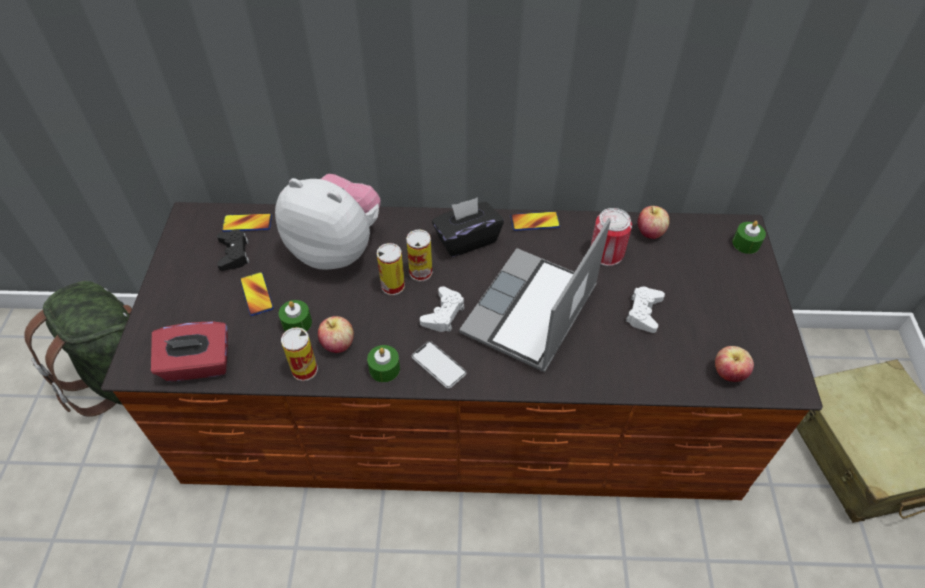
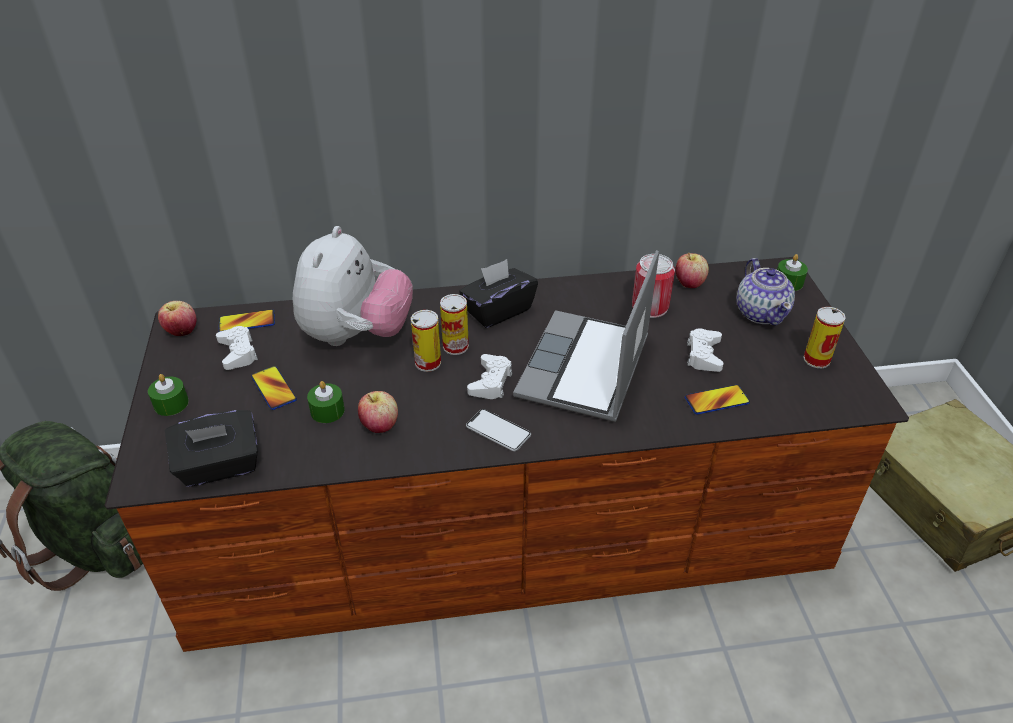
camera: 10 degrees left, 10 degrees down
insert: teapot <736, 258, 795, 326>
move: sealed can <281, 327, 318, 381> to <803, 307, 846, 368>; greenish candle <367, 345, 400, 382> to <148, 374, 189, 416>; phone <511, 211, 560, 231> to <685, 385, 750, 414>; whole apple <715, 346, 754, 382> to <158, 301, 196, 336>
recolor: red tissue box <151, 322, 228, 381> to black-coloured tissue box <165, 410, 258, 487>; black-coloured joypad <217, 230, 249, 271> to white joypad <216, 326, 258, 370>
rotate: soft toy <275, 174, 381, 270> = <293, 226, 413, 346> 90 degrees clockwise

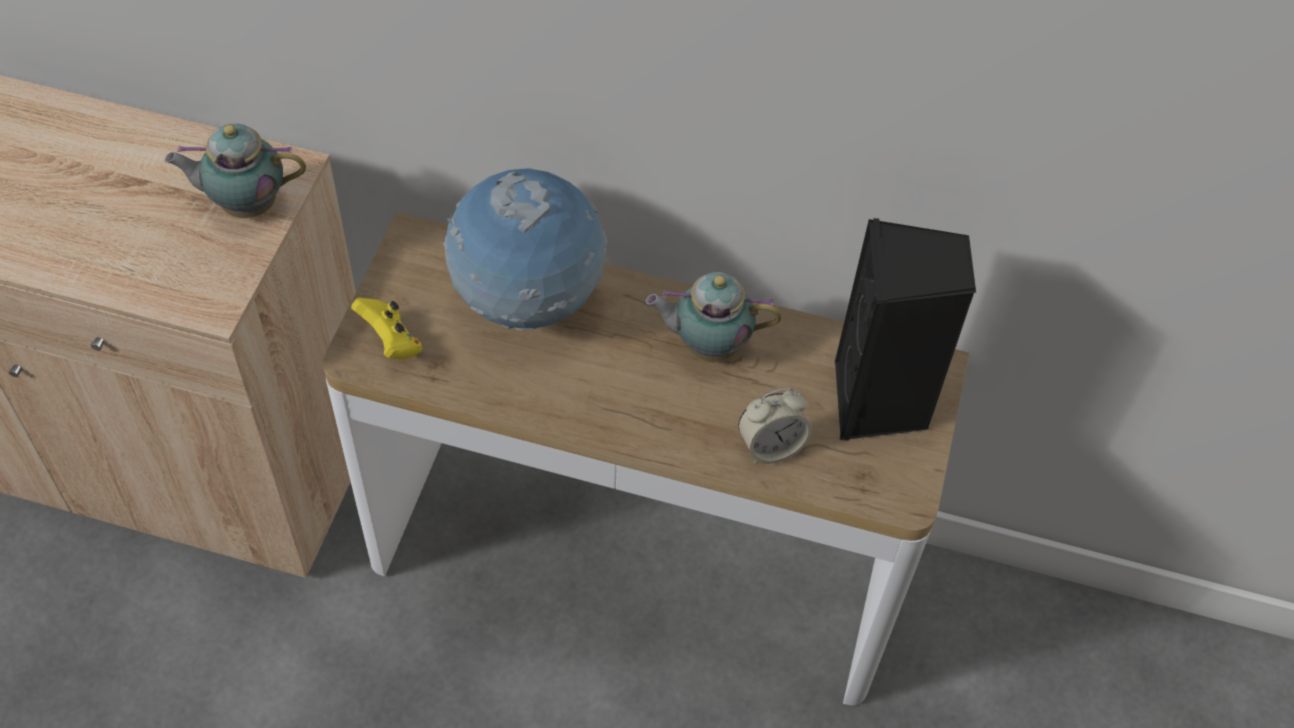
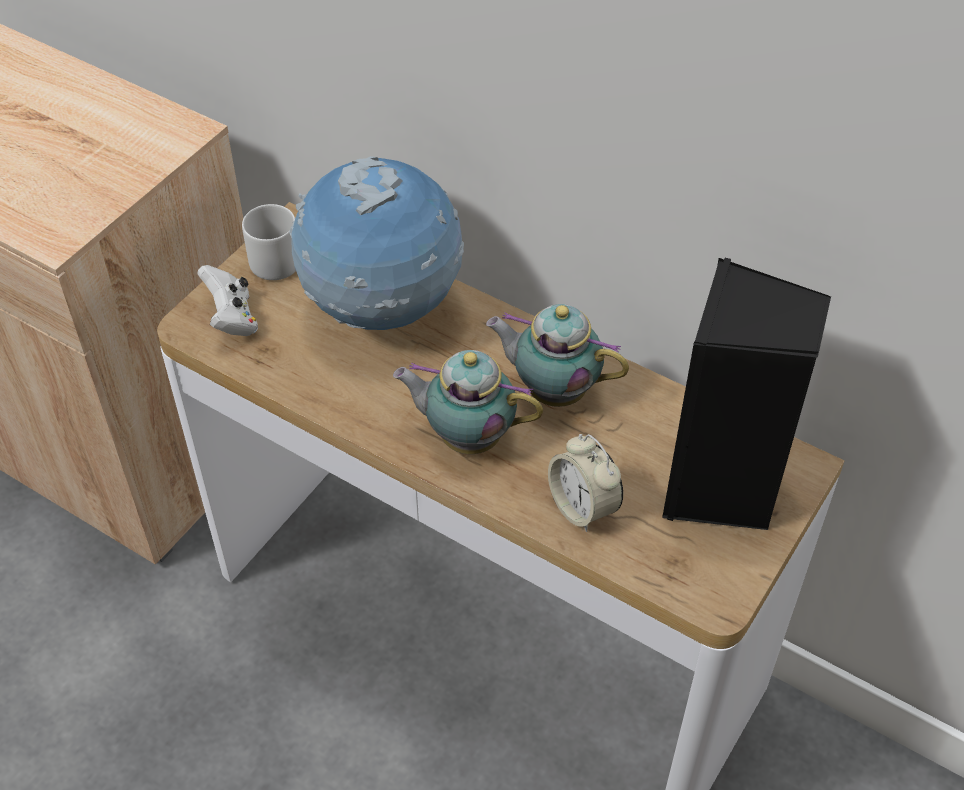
camera: 20 degrees right, 5 degrees down
insert: greyish coffee mug <242, 204, 296, 280>
move: teapot <165, 123, 306, 218> to <393, 350, 543, 454>
recolor: yellow-coloured joypad <351, 298, 422, 360> to white joypad <198, 265, 258, 336>
rotate: bedside clock <738, 388, 812, 464> = <548, 434, 623, 532> 60 degrees clockwise

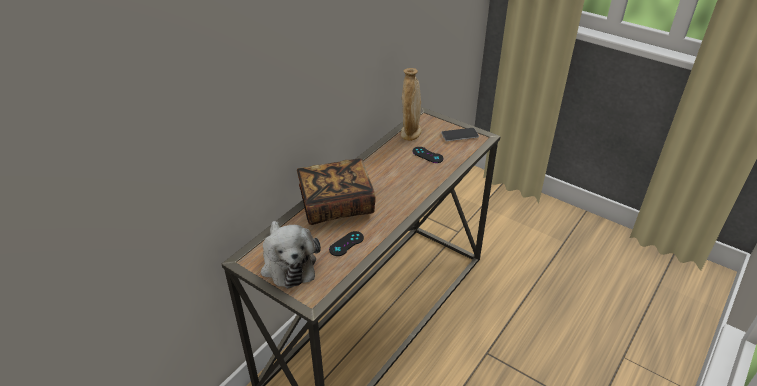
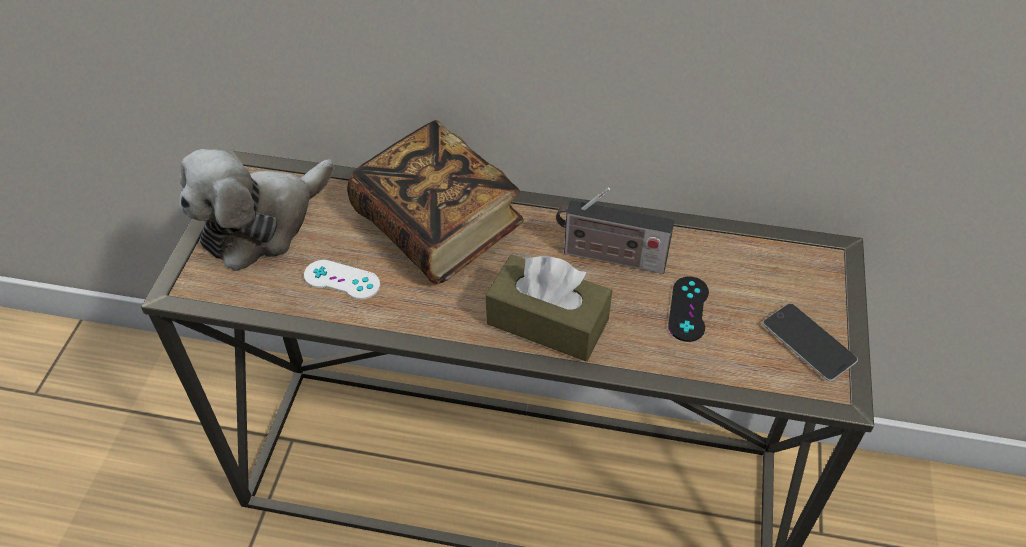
camera: 65 degrees right, 10 degrees up
delete: sand-coloured vase <401, 68, 422, 141>
insert: brownish tissue box <486, 254, 612, 361>; radio set <556, 187, 675, 274>
recolor: black-coloured joypad <329, 231, 364, 256> to white joypad <304, 260, 380, 300>

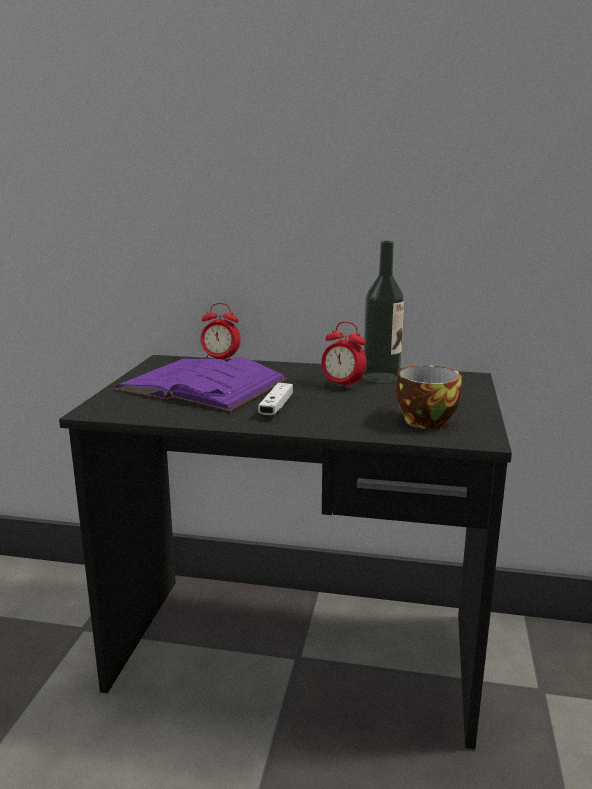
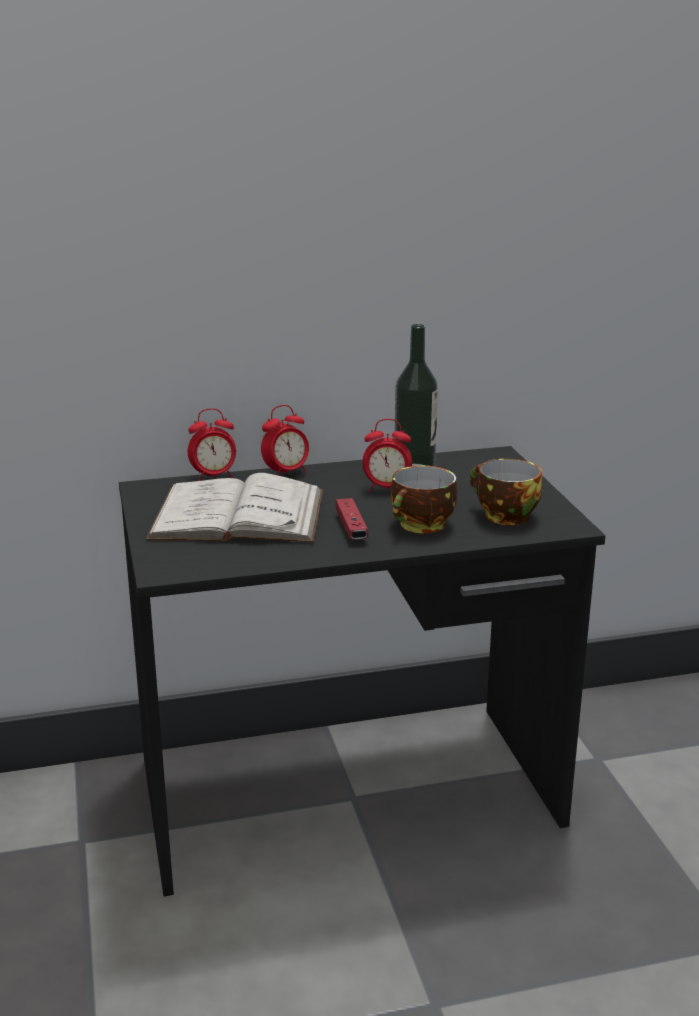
camera: 25 degrees left, 5 degrees up
insert: bedside clock <261, 405, 309, 476>; cup <391, 466, 457, 533>
recolor: purplish bound book <114, 357, 288, 412> to white bound book <146, 473, 323, 542>; white joypad <258, 383, 293, 415> to red joypad <336, 498, 368, 540>

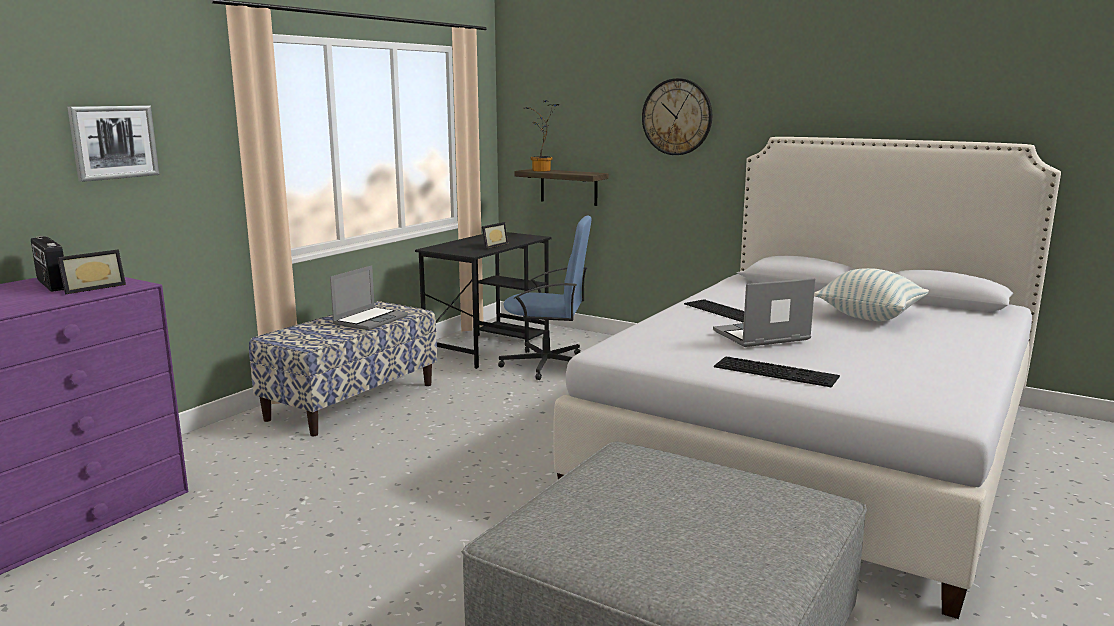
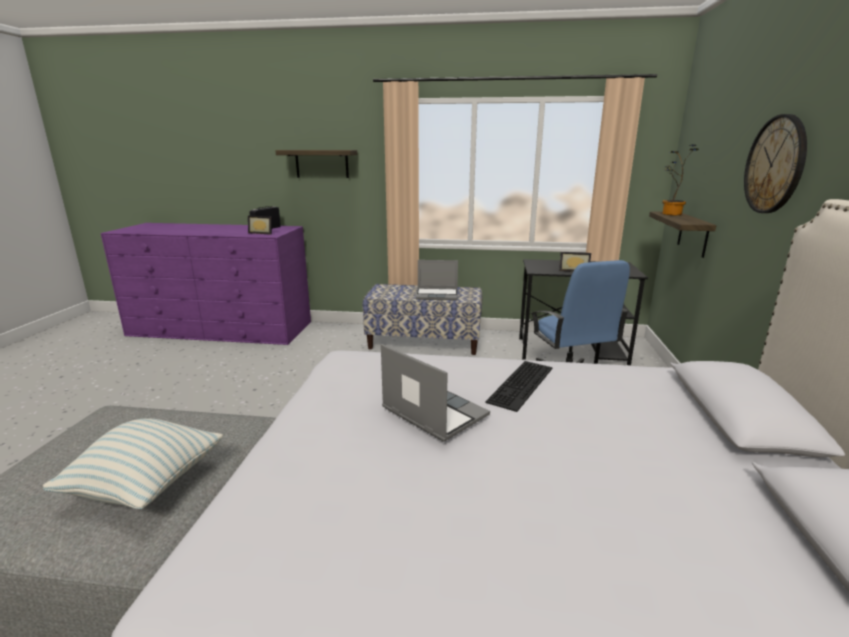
camera: 65 degrees right, 5 degrees up
delete: PC keyboard <714, 356, 840, 387>
move: pillow <814, 268, 929, 321> to <43, 418, 223, 509>
replace: wall art <68, 106, 159, 182> to bracket shelf <275, 150, 357, 178>

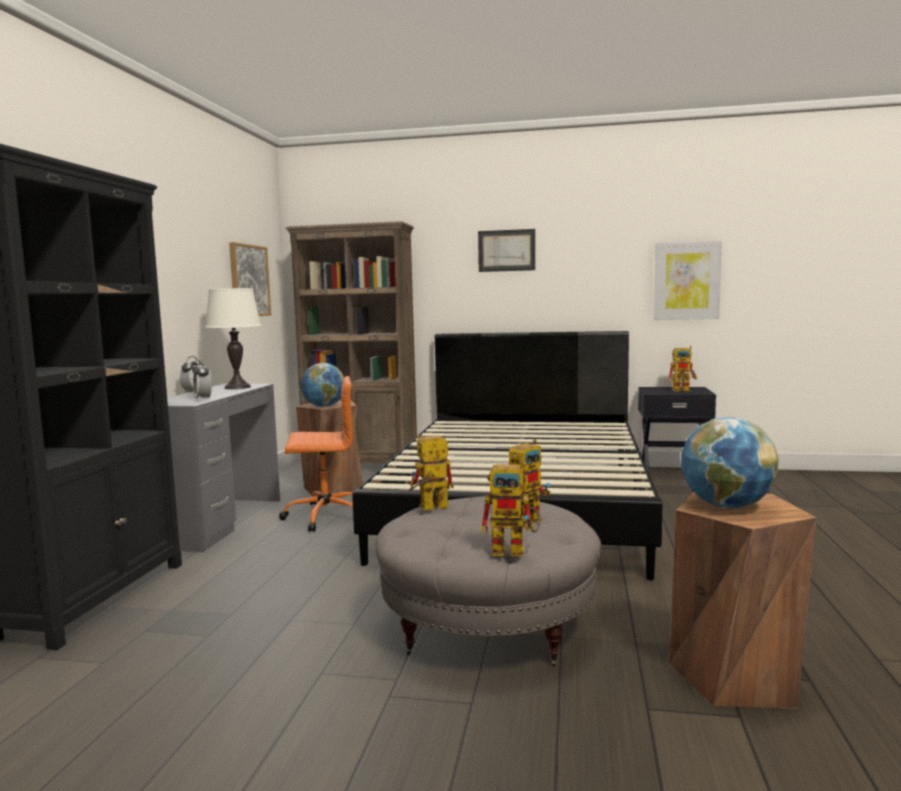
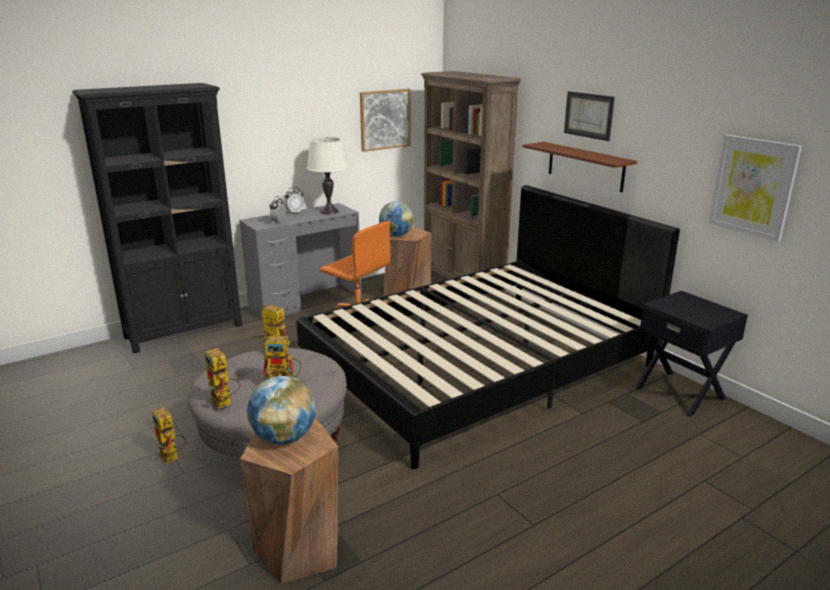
camera: 45 degrees right, 15 degrees up
insert: brownish bracket shelf <523, 142, 637, 192>
move: model robot <668, 346, 697, 391> to <152, 407, 186, 464>

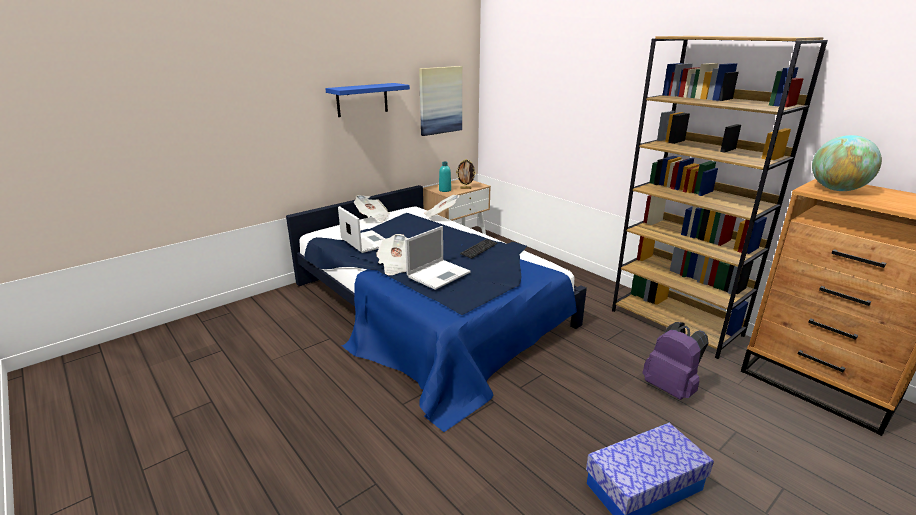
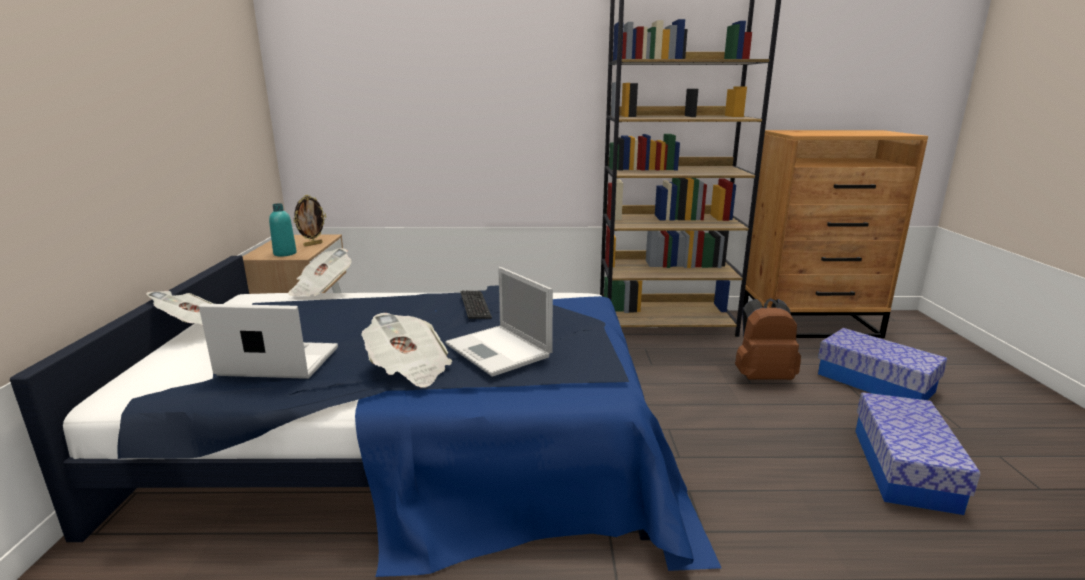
camera: 50 degrees left, 5 degrees down
delete: bluish bracket shelf <325, 83, 410, 117>; wall art <419, 66, 462, 136>; desk globe <812, 135, 882, 191>
insert: storage container <818, 328, 947, 400>
recolor: purplish knapsack <643, 322, 709, 400> to brownish knapsack <735, 298, 801, 380>
rotate: notebook computer <405, 226, 471, 290> = <445, 267, 553, 377> 150 degrees clockwise

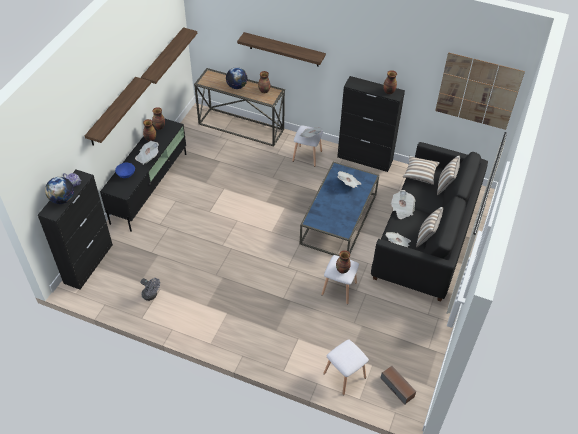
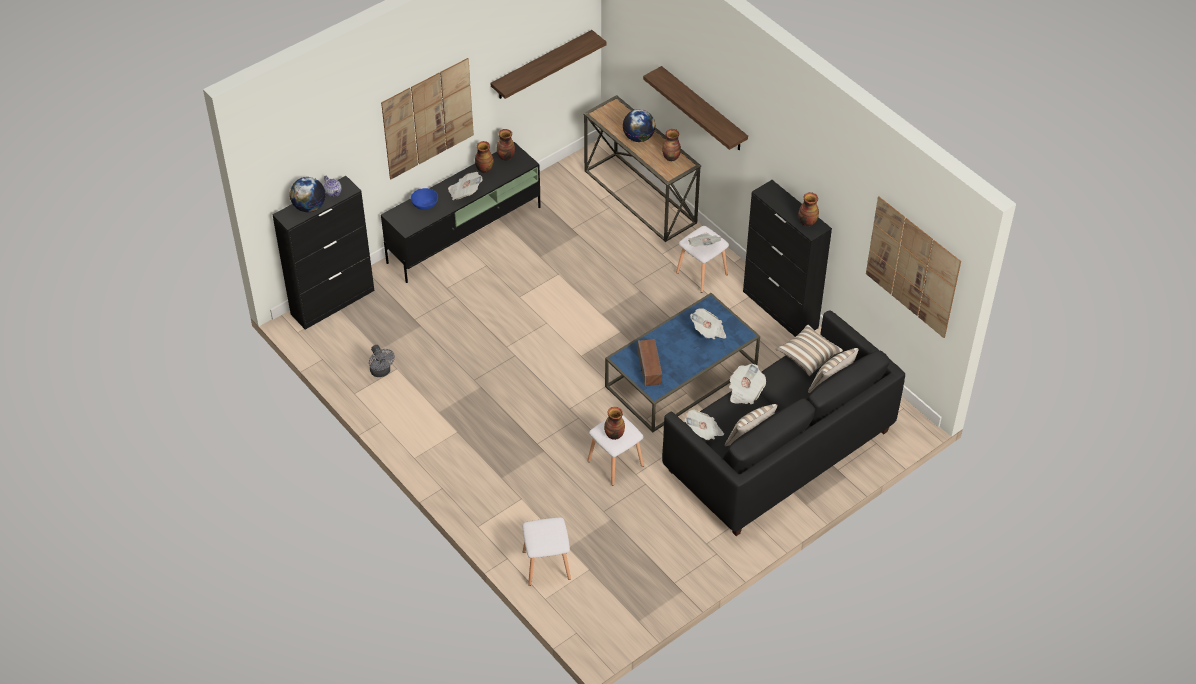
camera: 30 degrees right, 0 degrees up
move: speaker <381, 366, 416, 405> to <638, 339, 662, 386>
replace: bracket shelf <85, 77, 151, 145> to wall art <381, 58, 474, 179>

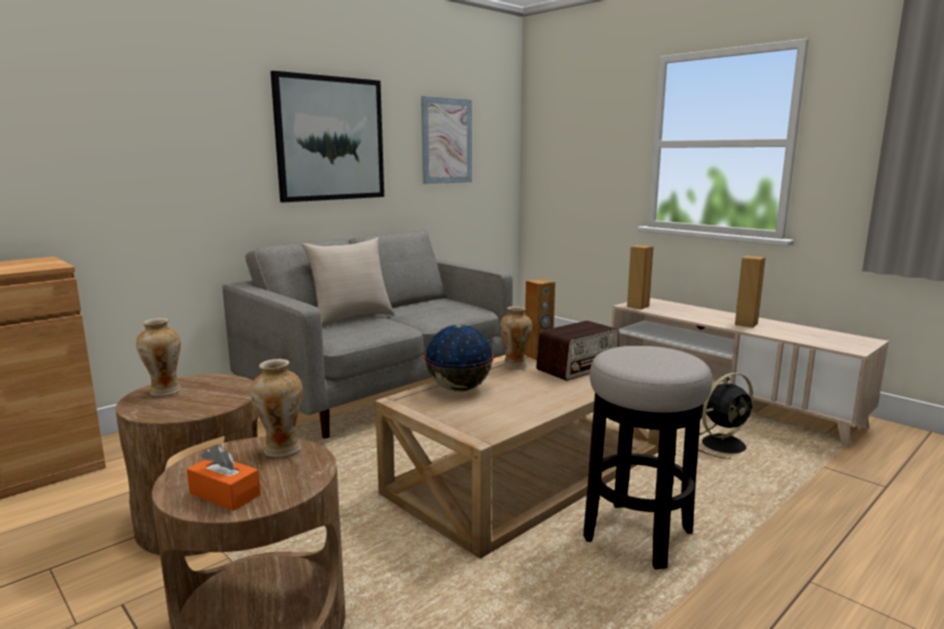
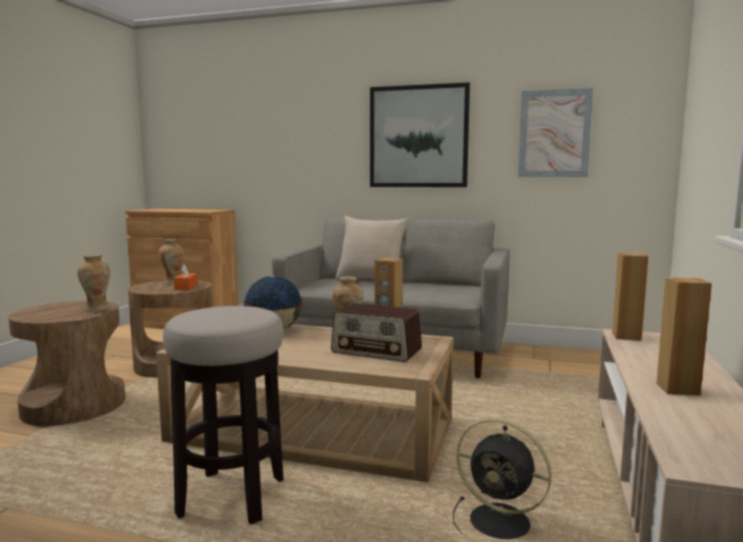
camera: 60 degrees right, 5 degrees down
move: orange-coloured tissue box <187, 445, 261, 511> to <174, 264, 198, 290>

